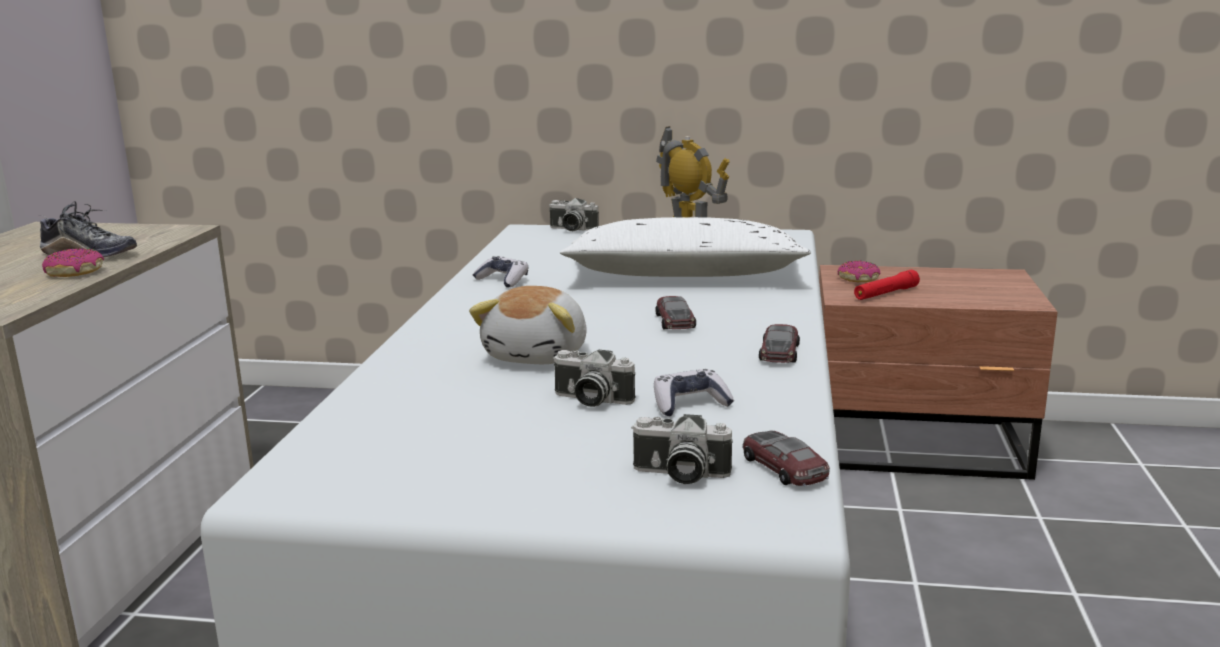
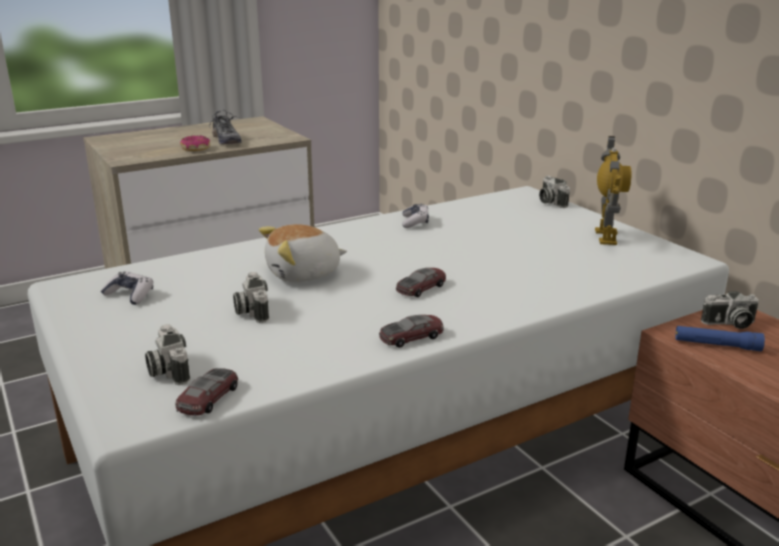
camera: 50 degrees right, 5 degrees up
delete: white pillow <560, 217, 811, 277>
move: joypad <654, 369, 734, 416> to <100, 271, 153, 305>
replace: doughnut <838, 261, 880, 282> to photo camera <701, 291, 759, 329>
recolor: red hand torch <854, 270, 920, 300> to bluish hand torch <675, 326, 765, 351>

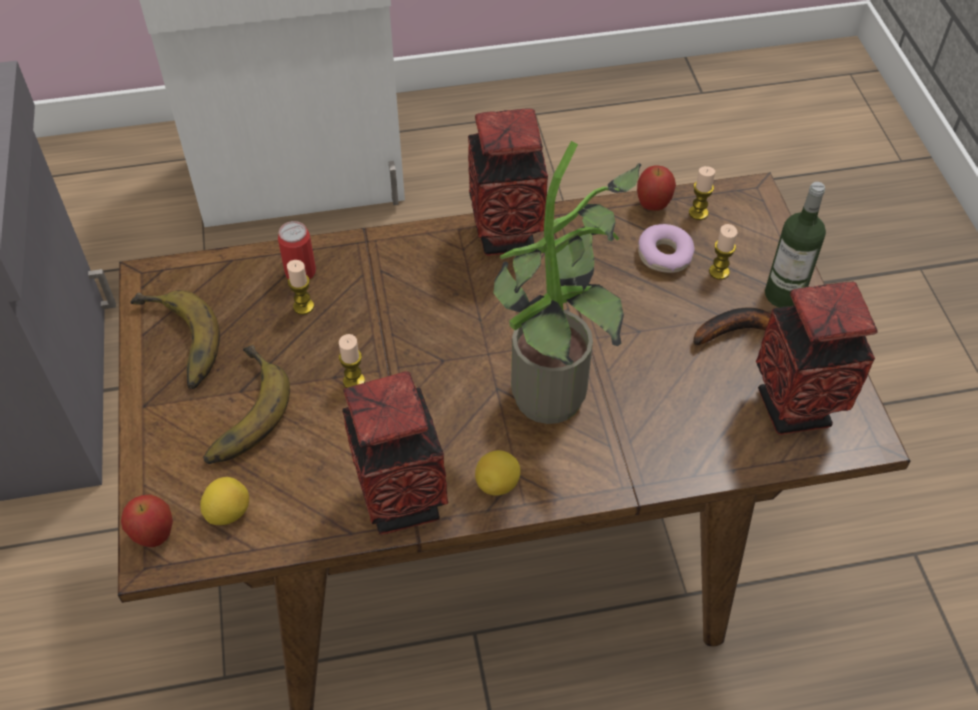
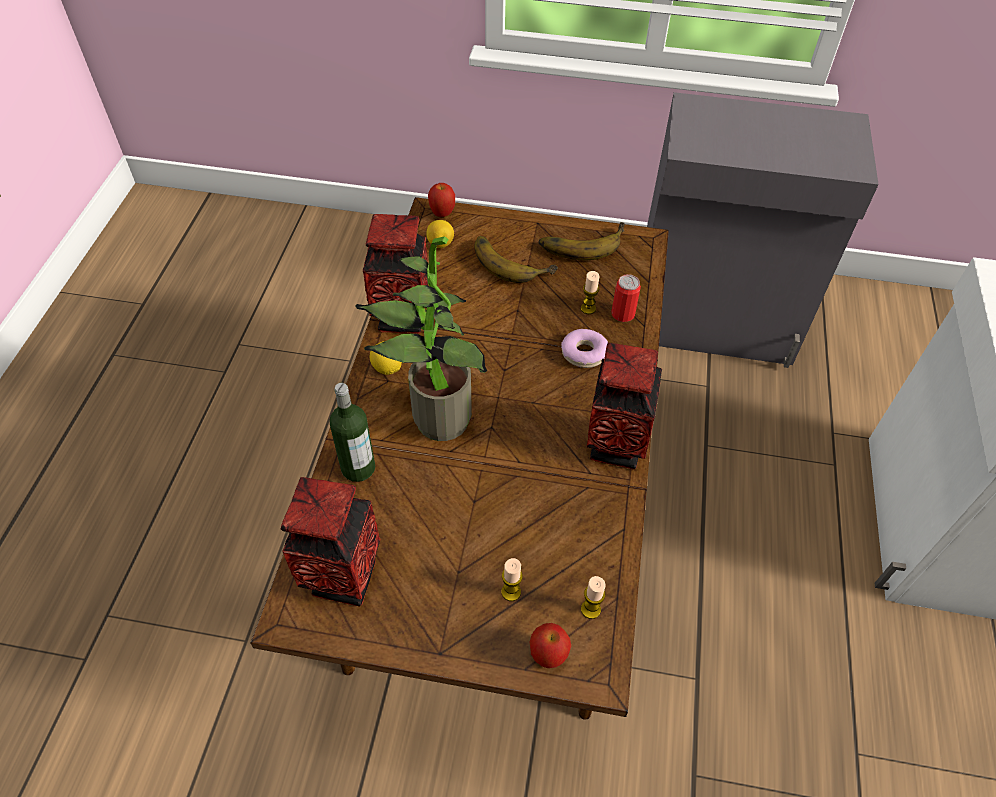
camera: 110 degrees right, 0 degrees up
delete: candle <339, 334, 365, 388>; banana <693, 308, 771, 346>
move: whole apple <637, 166, 676, 211> to <530, 623, 571, 668>; doughnut <638, 224, 695, 273> to <561, 329, 608, 368>; bottle <765, 182, 826, 308> to <329, 383, 375, 482>

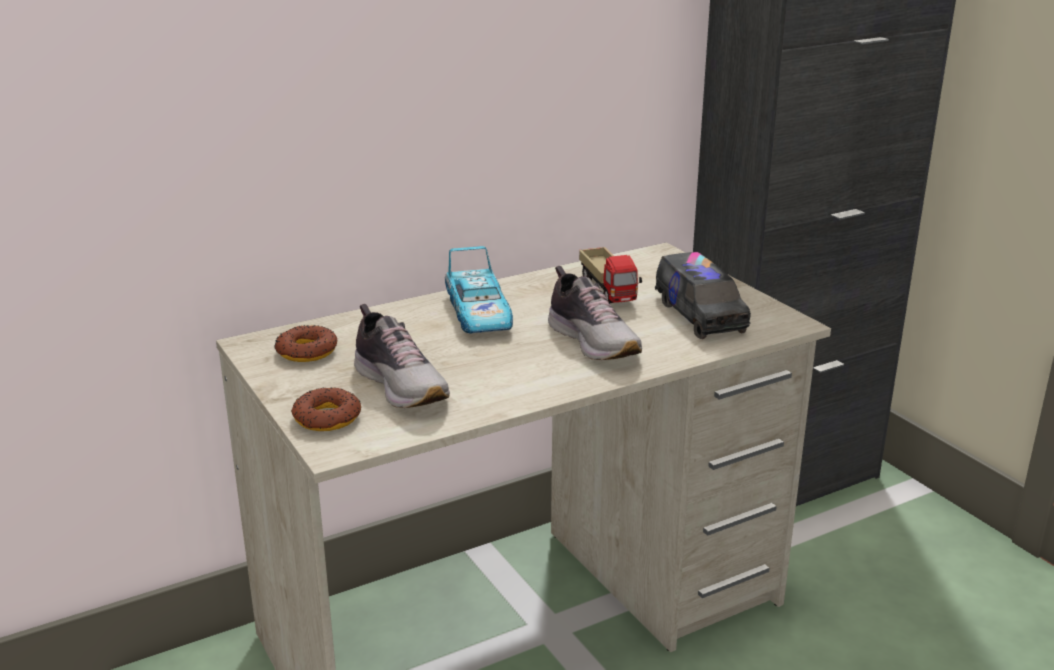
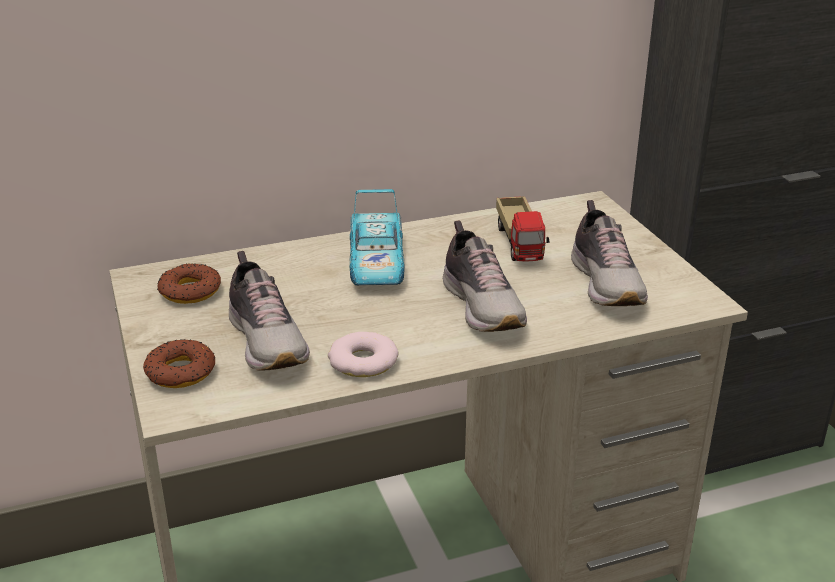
camera: 10 degrees right, 5 degrees up
insert: doughnut <328, 332, 398, 377>
replace: model truck <655, 252, 751, 339> to low shoe <571, 200, 648, 306>

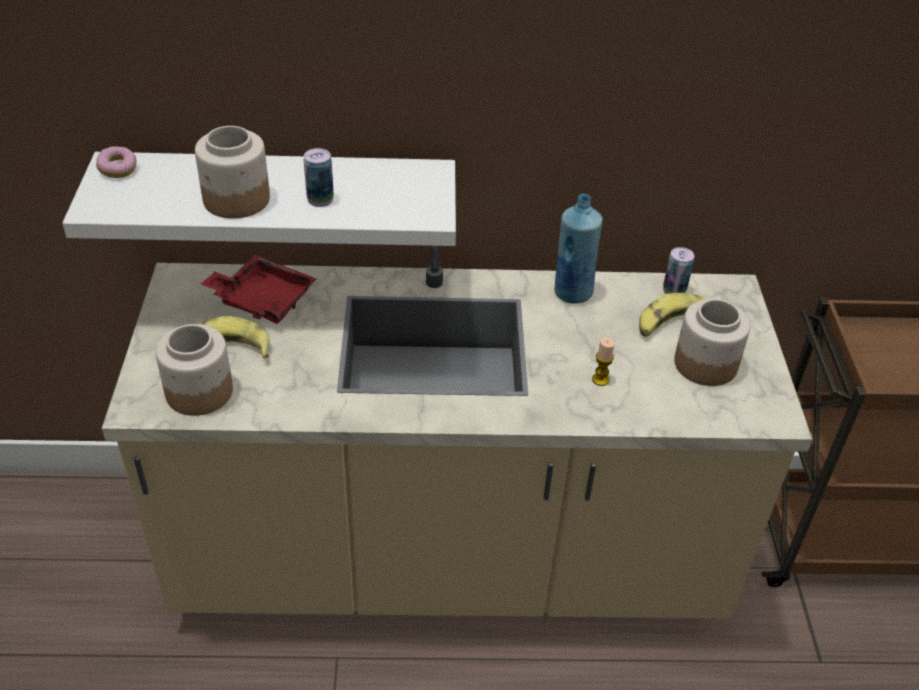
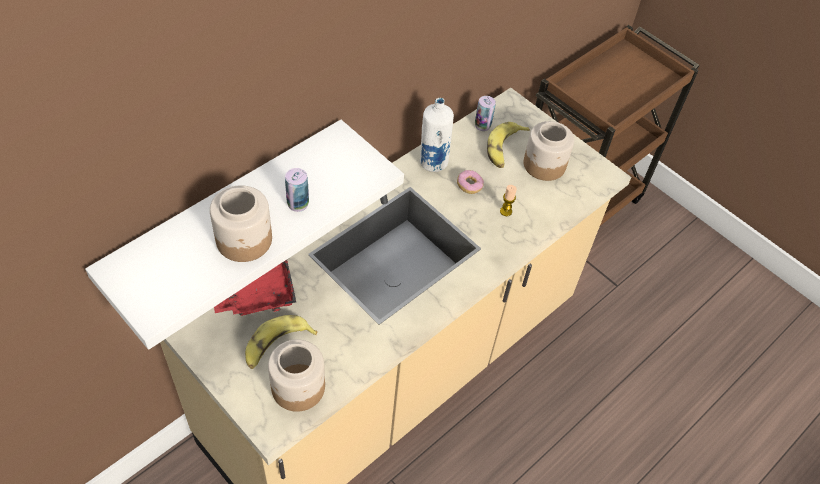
camera: 45 degrees left, 10 degrees up
move: doughnut <96, 146, 136, 178> to <457, 170, 484, 194>
recolor: bluish bottle <554, 194, 603, 304> to white bottle <420, 98, 454, 172>

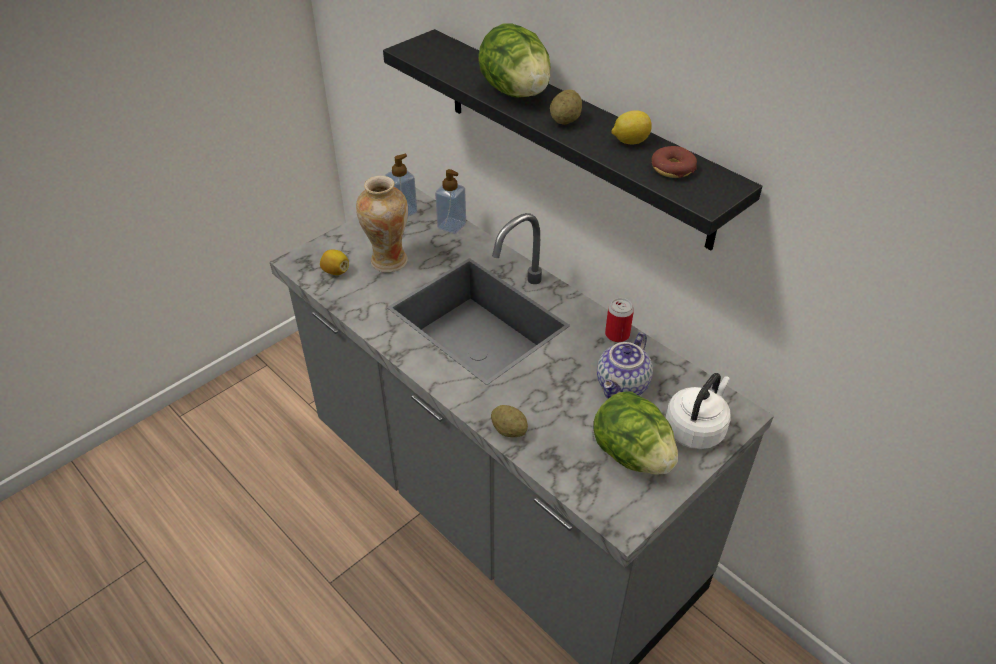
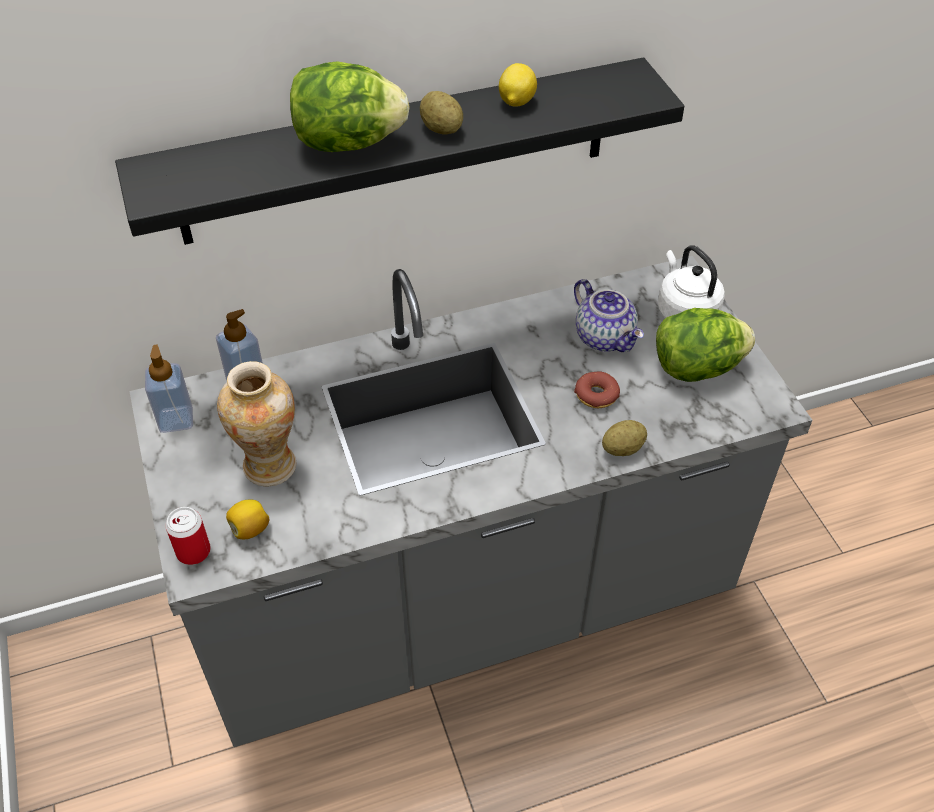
camera: 65 degrees left, 5 degrees up
move: sealed can <605, 298, 634, 342> to <165, 507, 211, 565>; doughnut <651, 146, 697, 178> to <574, 371, 620, 408>

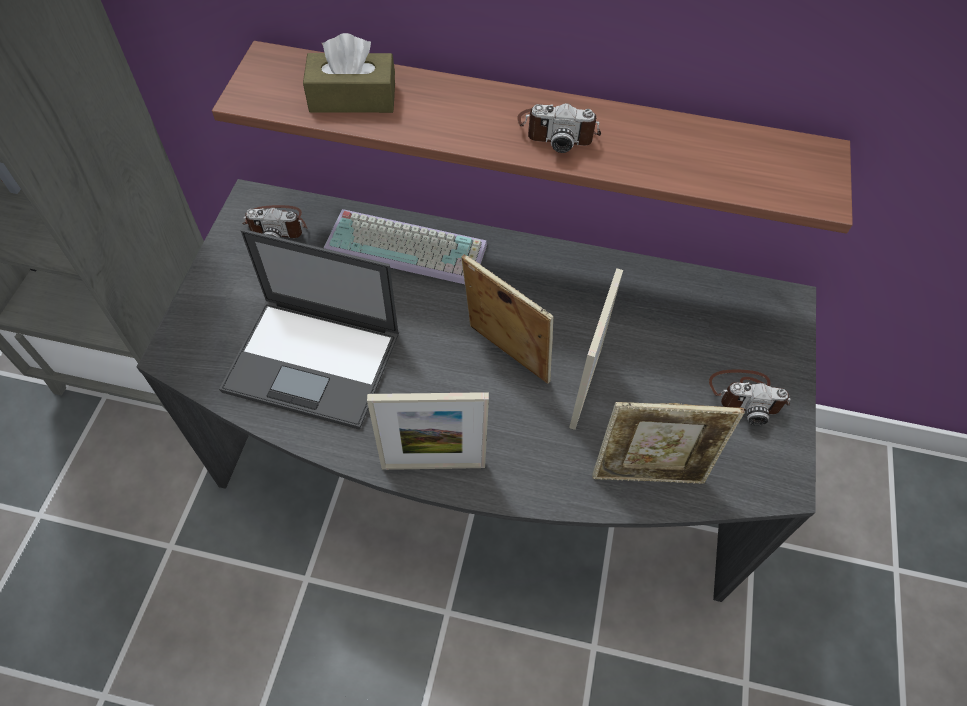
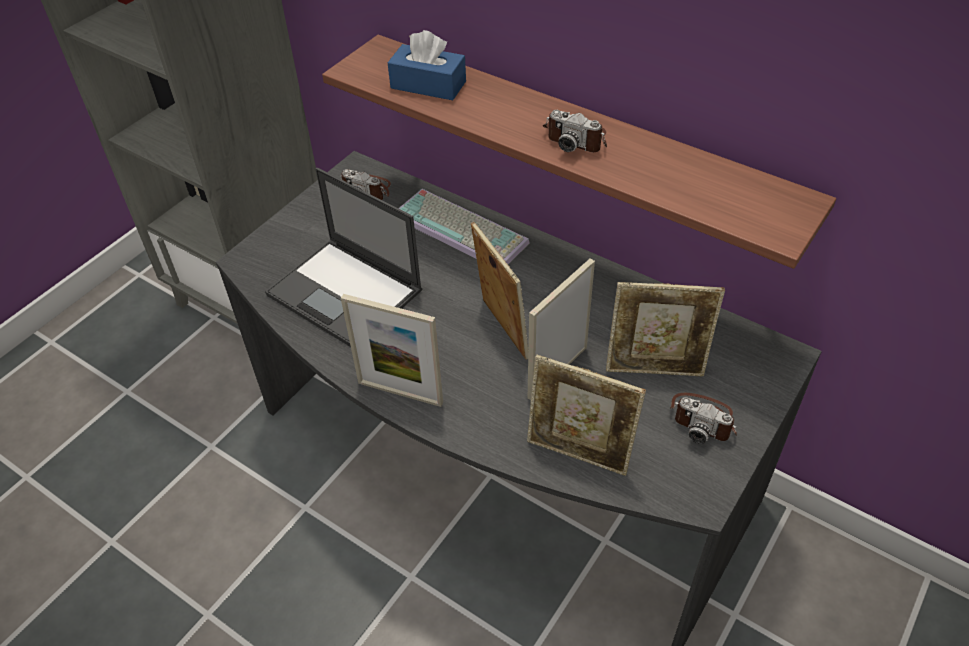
camera: 25 degrees right, 10 degrees down
insert: photo frame <606, 282, 725, 376>
recolor: brownish tissue box <303, 33, 395, 113> to bluish tissue box <388, 30, 466, 100>

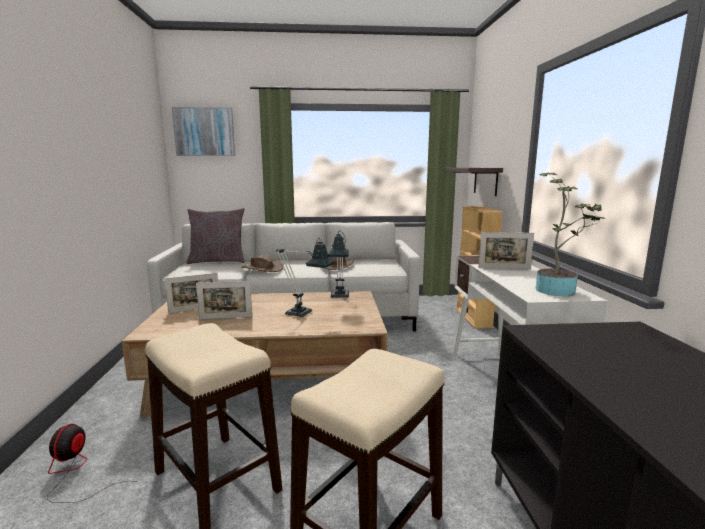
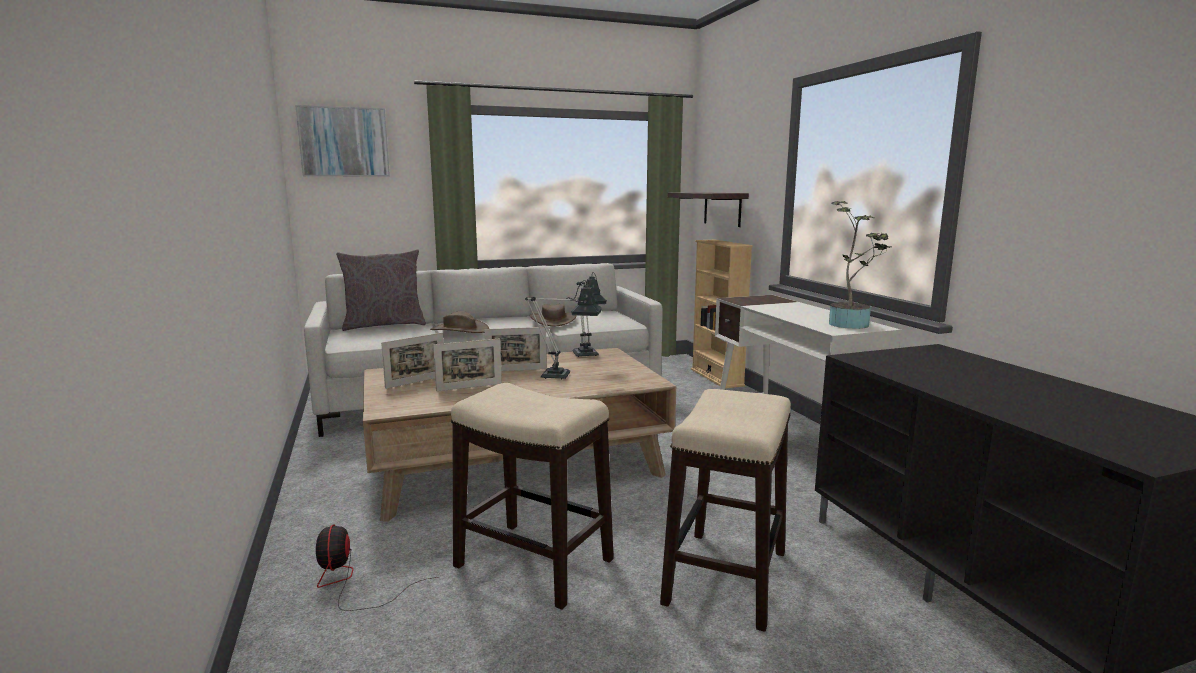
camera: 15 degrees left, 0 degrees up
move: photo frame <478, 232, 534, 269> to <484, 327, 547, 371>

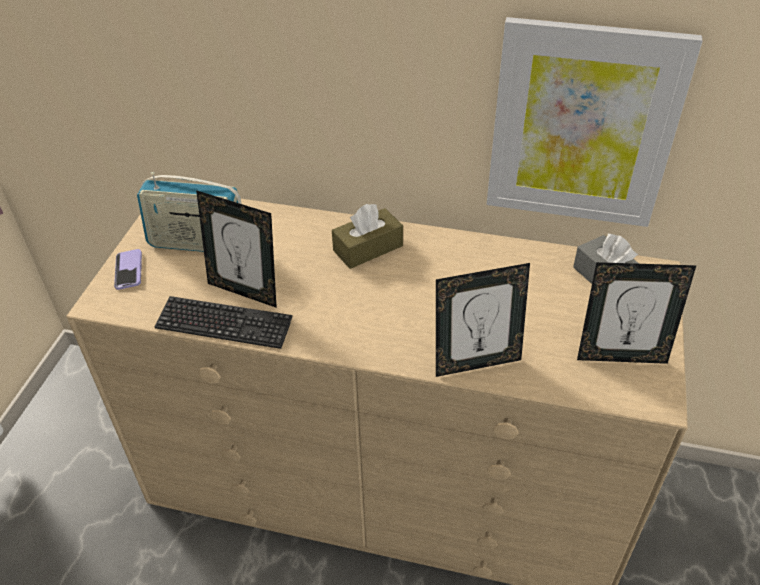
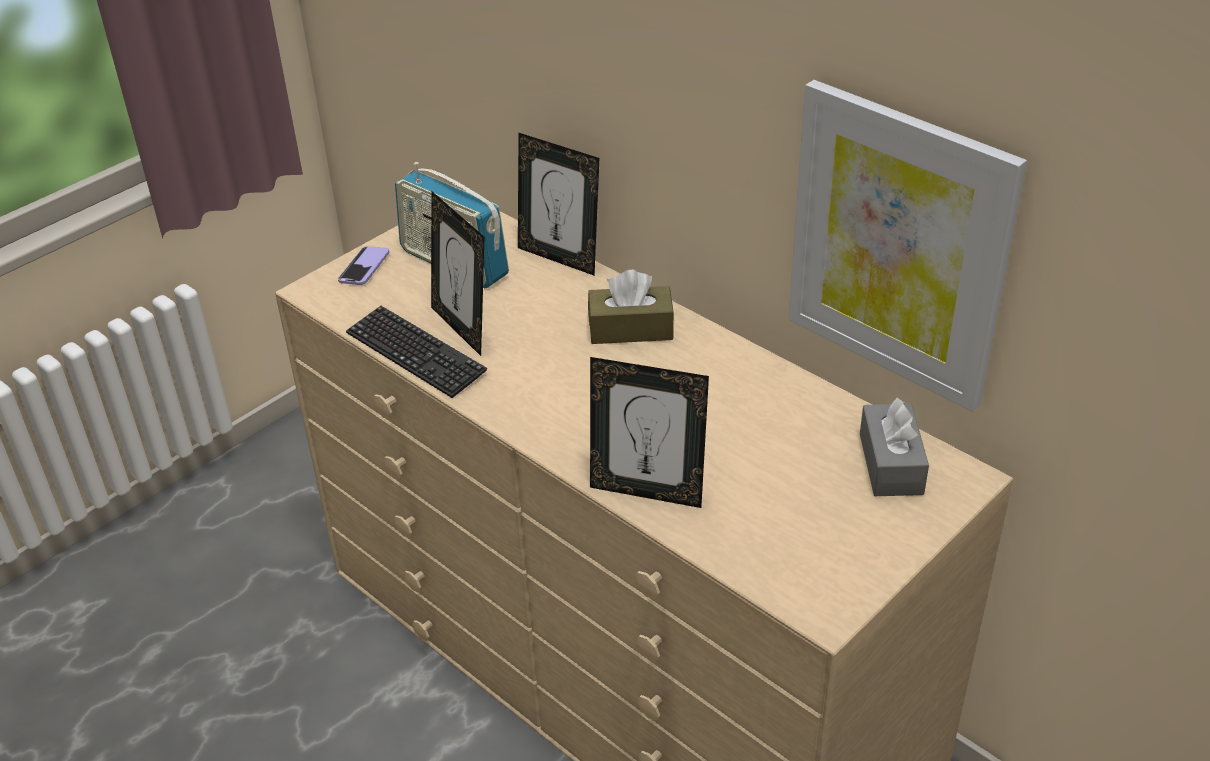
camera: 30 degrees right, 5 degrees down
move: photo frame <577, 262, 696, 364> to <518, 133, 599, 276>

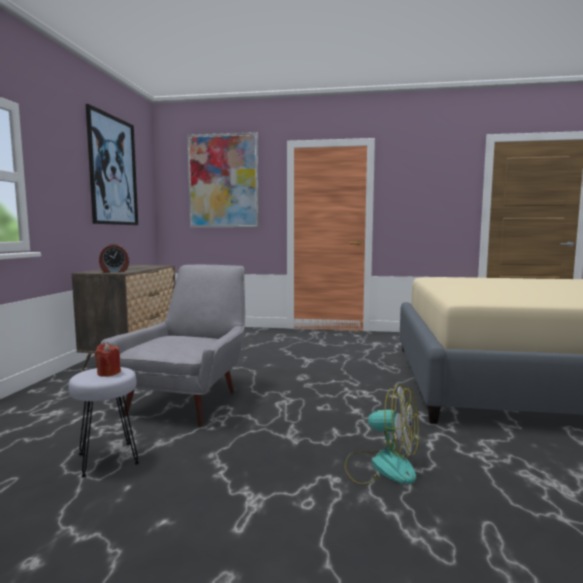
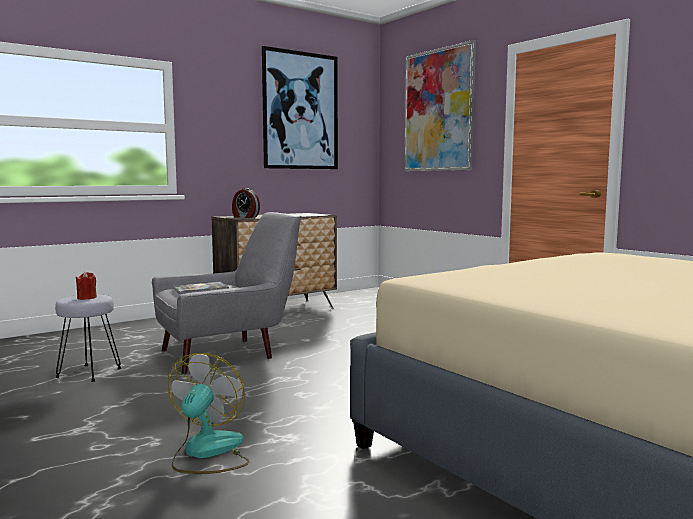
camera: 45 degrees right, 0 degrees up
insert: bound book <173, 282, 229, 294>
rotate: cooling fan <344, 384, 419, 485> = <168, 353, 250, 474> 150 degrees counterclockwise

